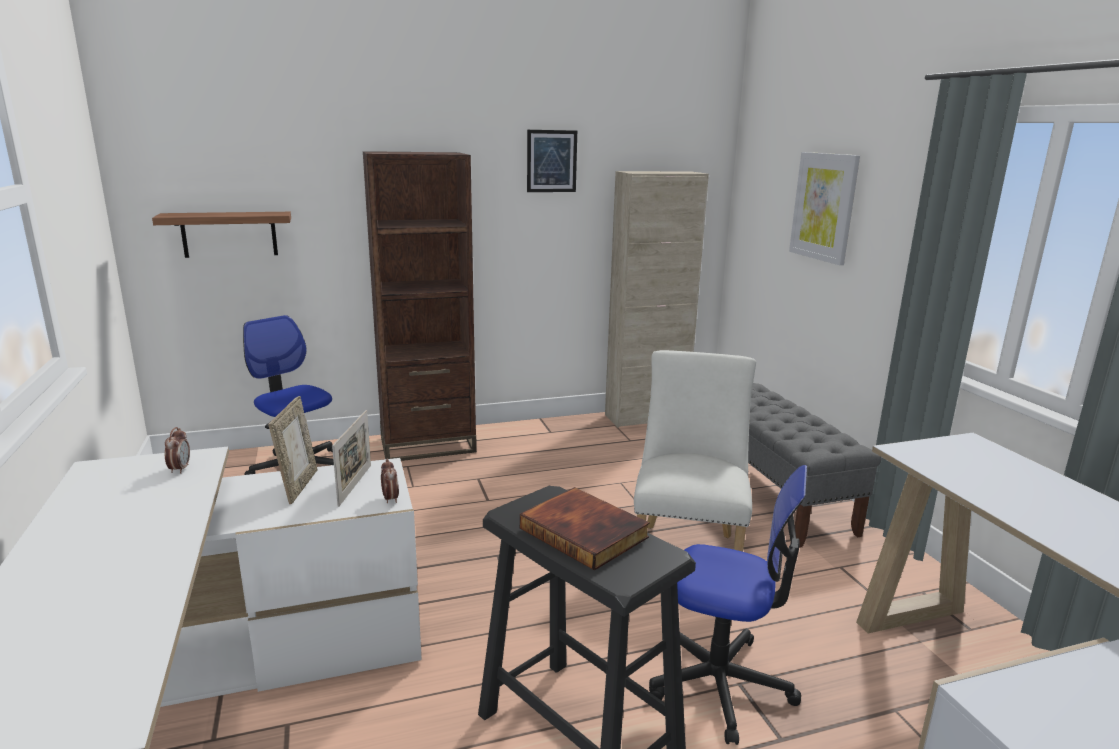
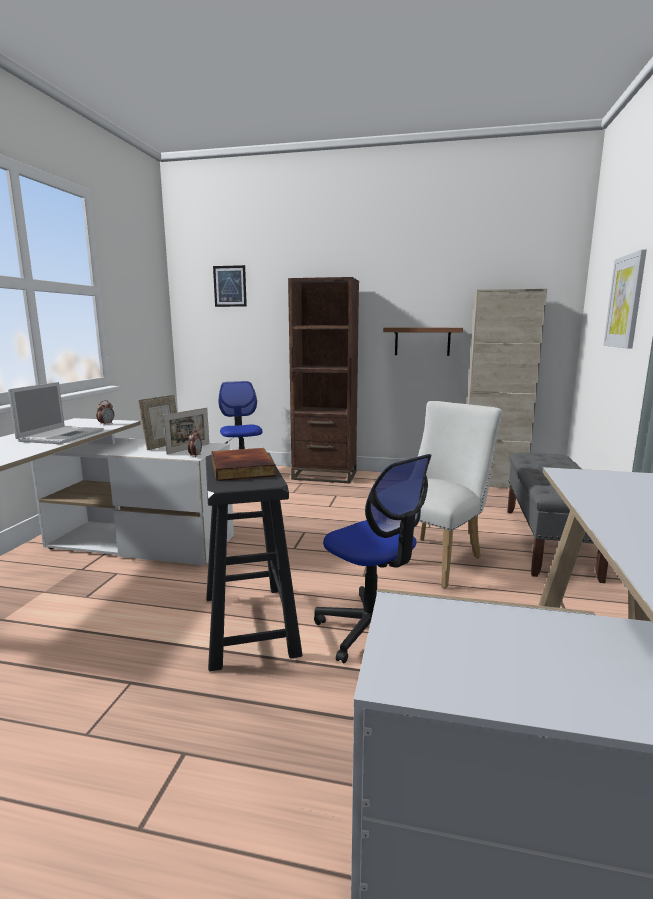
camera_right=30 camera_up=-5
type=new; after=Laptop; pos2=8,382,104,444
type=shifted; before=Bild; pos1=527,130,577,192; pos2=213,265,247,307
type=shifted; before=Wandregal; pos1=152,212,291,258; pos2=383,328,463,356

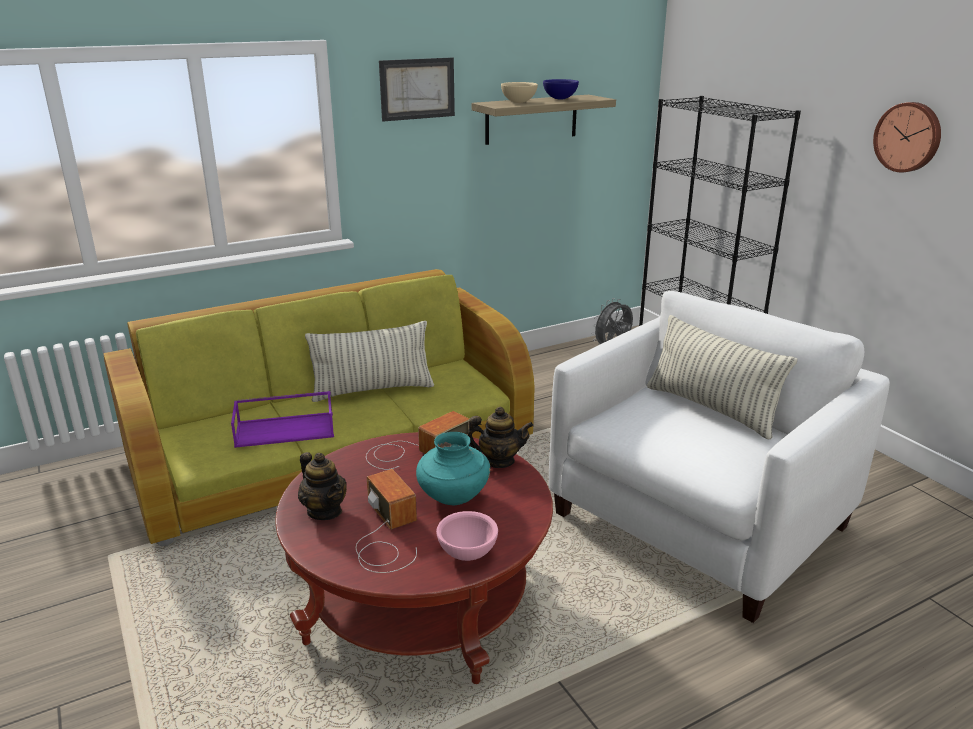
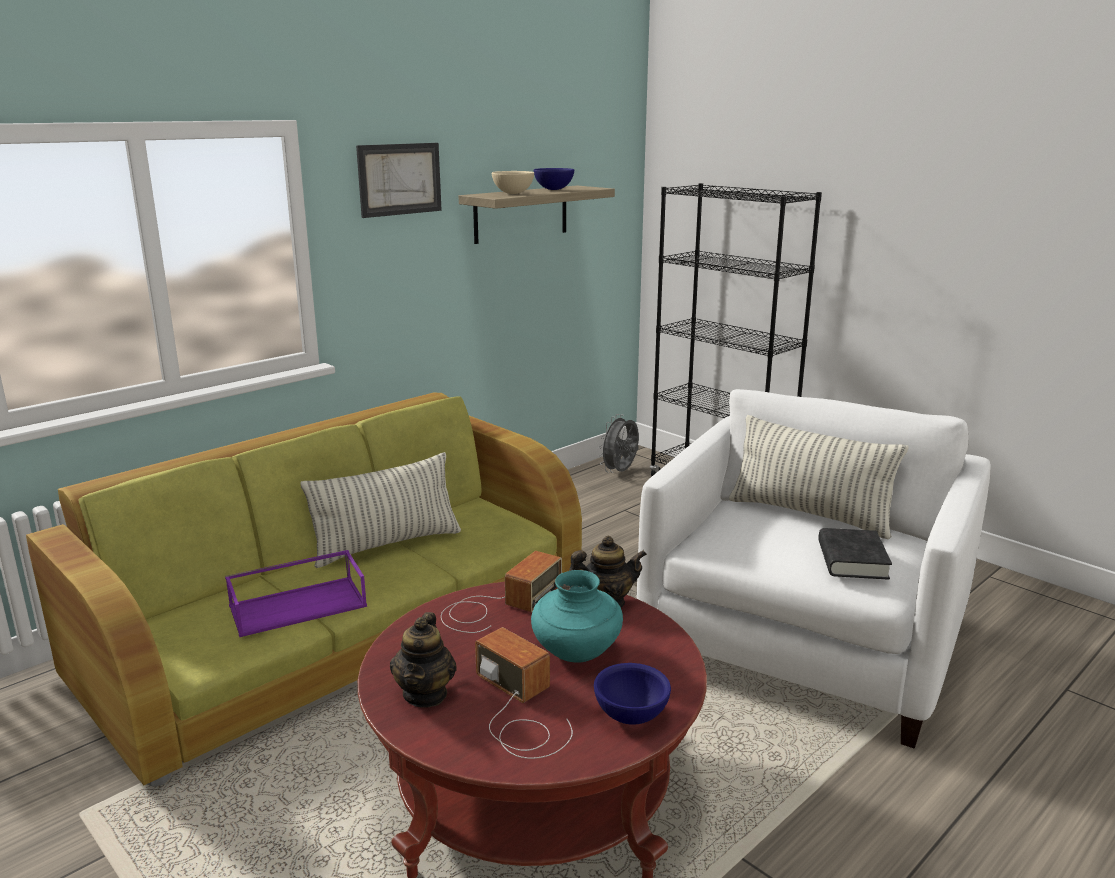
camera_right=-15 camera_up=-5
type=rotated; before=Teekanne; pos1=298,452,347,520; pos2=390,612,457,708; turn=60
type=repainted; before=Schüssel/rosa; after=Schüssel/blau; pos1=436,511,498,561; pos2=594,663,671,725
type=new; after=Buch/schwarz; pos2=818,528,892,580
type=gone; before=Wanduhr; pos1=873,102,941,172

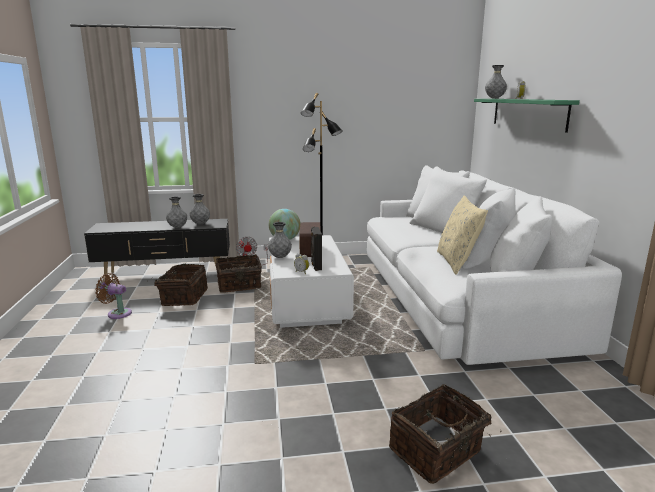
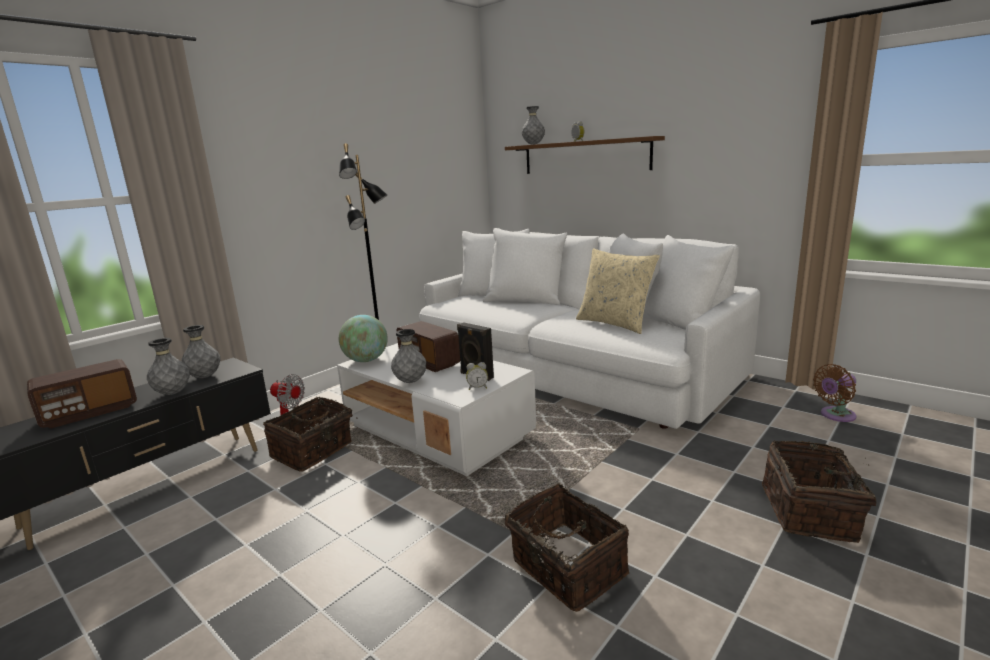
camera_right=-40 camera_up=0
type=new; after=Radio; pos2=27,359,137,428
type=repainted; before=Wandregal/grün; after=Wandregal/braun; pos1=474,99,580,133; pos2=505,136,665,174
type=shifted; before=Korb; pos1=147,263,208,306; pos2=505,483,629,612
type=shifted; before=Ventilator/braun; pos1=95,273,132,319; pos2=813,364,856,422

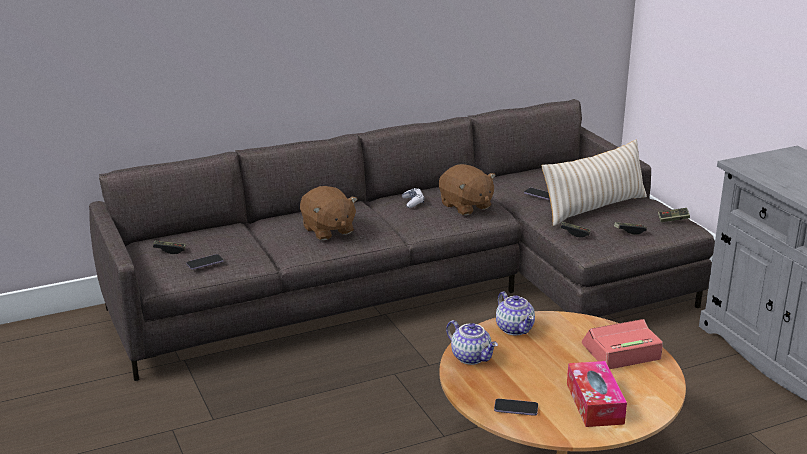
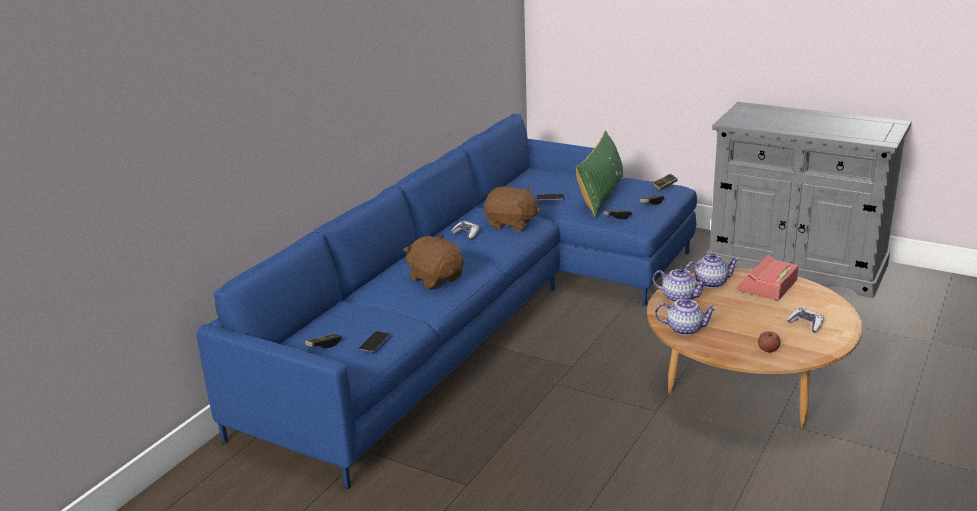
camera_right=-35 camera_up=0
type=repainted; before=Sofa/grau; after=Sofa/blau; pos1=89,99,715,381; pos2=196,114,697,489
type=rotated; before=Plüschtier/braun; pos1=300,186,357,240; pos2=404,235,463,289; turn=-150
type=repainted; before=Kissen/beige; after=Kissen/grün; pos1=542,140,647,226; pos2=576,131,623,217
type=new; after=Teekanne; pos2=685,253,739,288
type=swapped; before=Handy; after=Apfel; pos1=494,399,538,416; pos2=758,331,780,352
type=swapped; before=Taschentuchbox; after=Gamepad; pos1=567,361,627,427; pos2=787,308,824,333

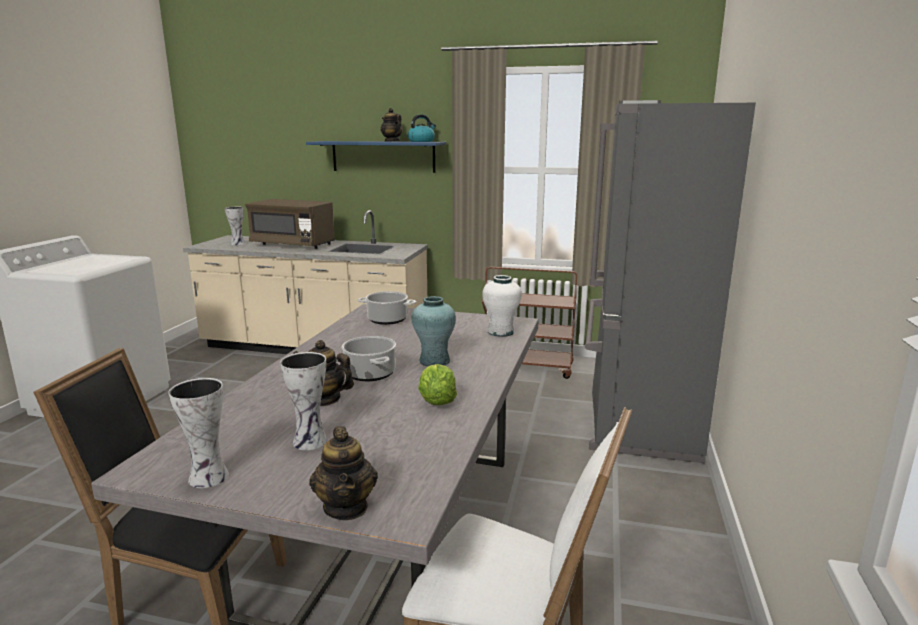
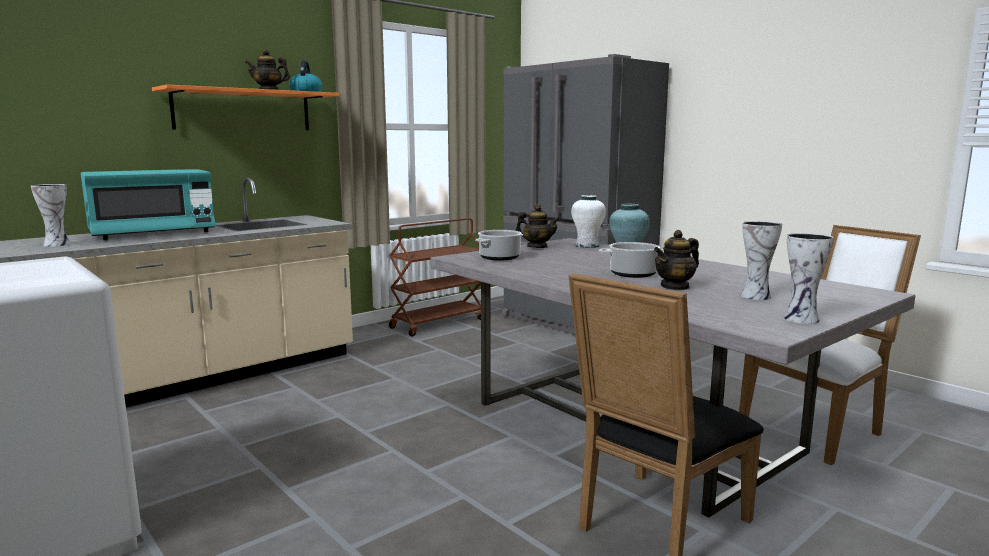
camera_right=-55 camera_up=-5
type=repainted; before=Mikrowelle/braun; after=Mikrowelle/türkis; pos1=245,199,335,249; pos2=81,169,216,240
type=repainted; before=Wandregal/blau; after=Wandregal/orange; pos1=306,141,446,173; pos2=152,85,339,130
type=shifted; before=Teekanne; pos1=309,426,378,520; pos2=515,205,560,248
type=gone; before=Salatkopf; pos1=418,364,457,405

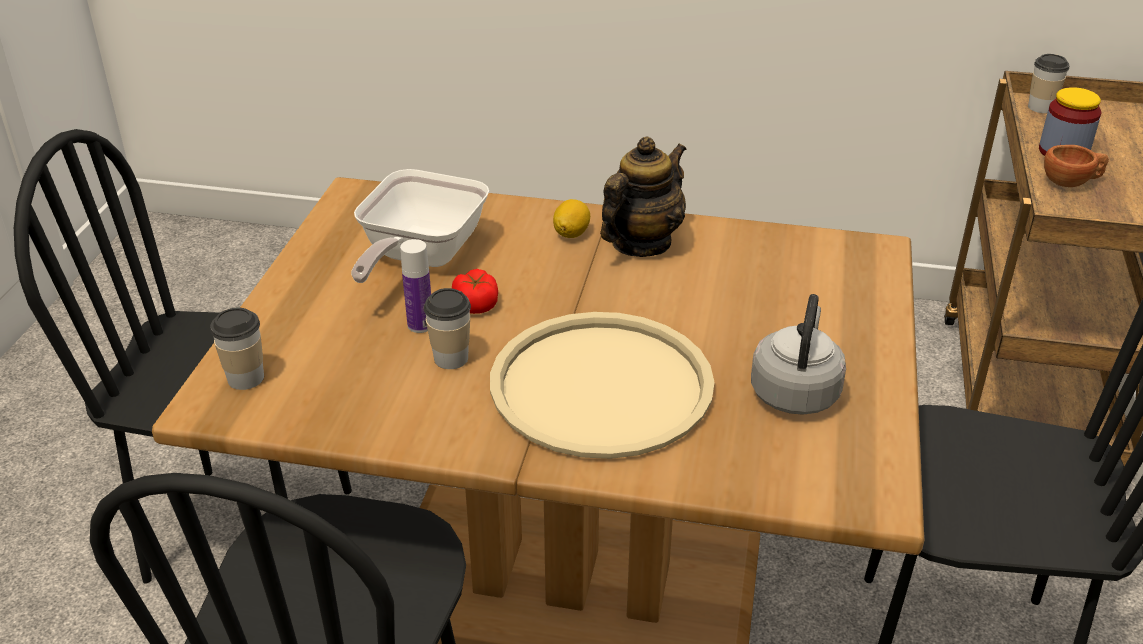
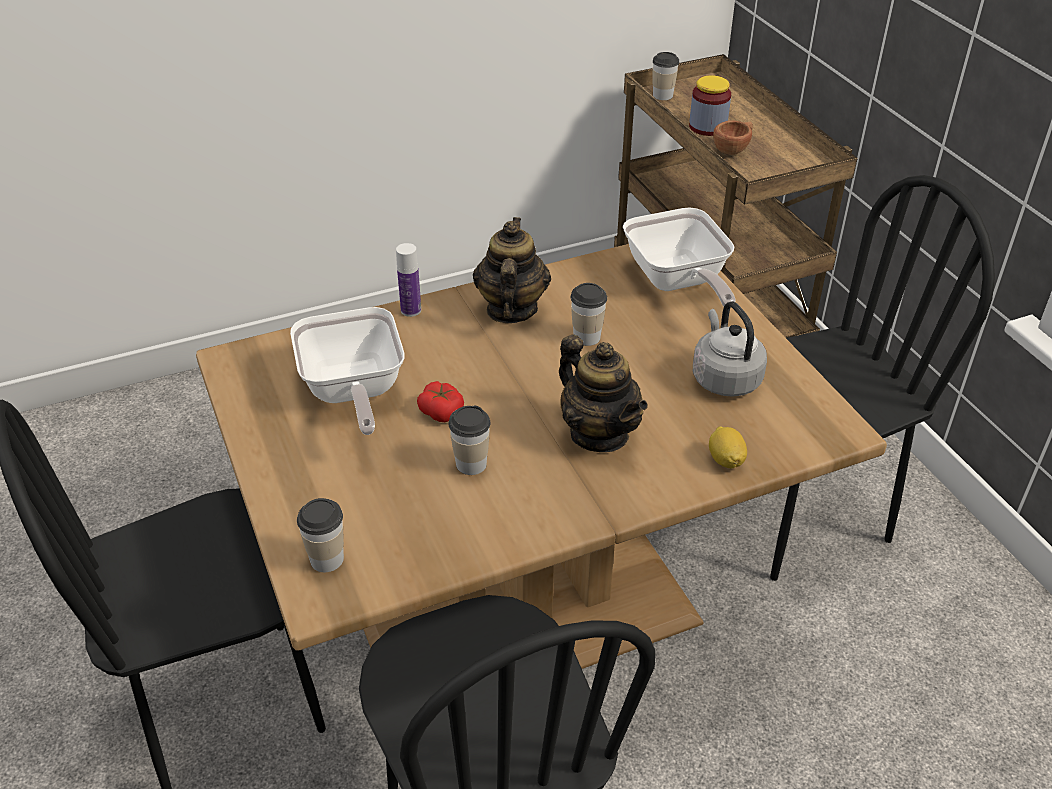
camera_right=-35 camera_up=5
type=shifted; before=Flasche; pos1=400,239,431,333; pos2=396,243,421,317
type=swapped; before=Tablett/beige; after=Teekanne; pos1=490,312,715,459; pos2=559,335,648,452
type=new; after=Tasse; pos2=571,283,607,346
type=new; after=Pfanne; pos2=623,207,735,306
type=shifted; before=Zitrone; pos1=553,199,590,238; pos2=709,426,747,468

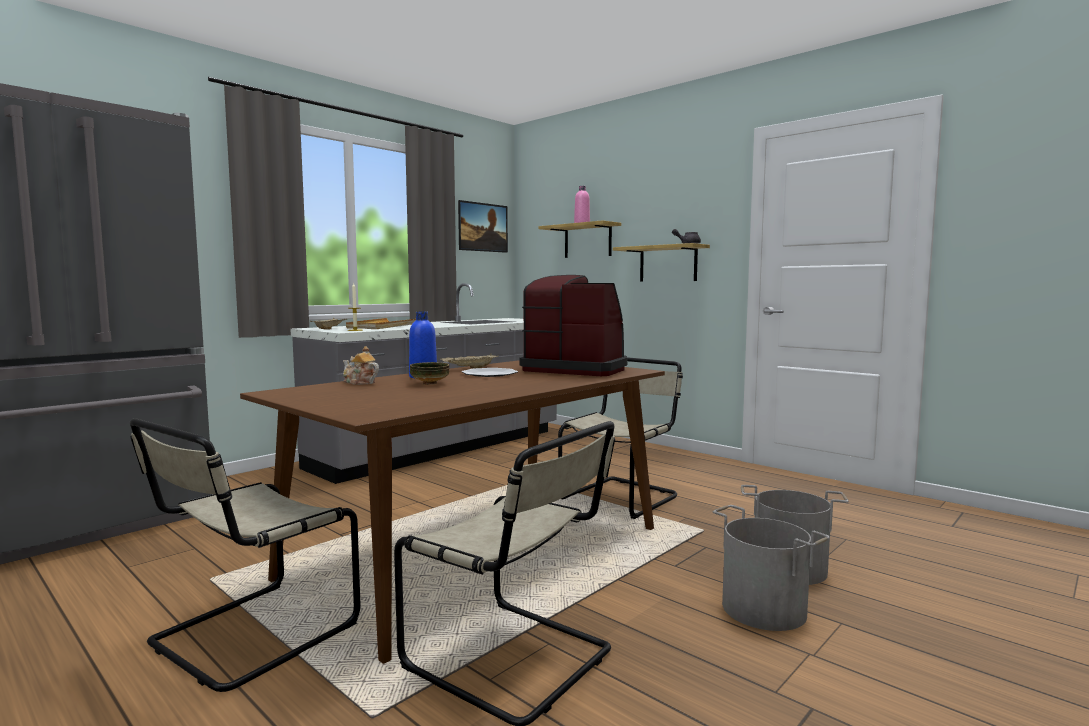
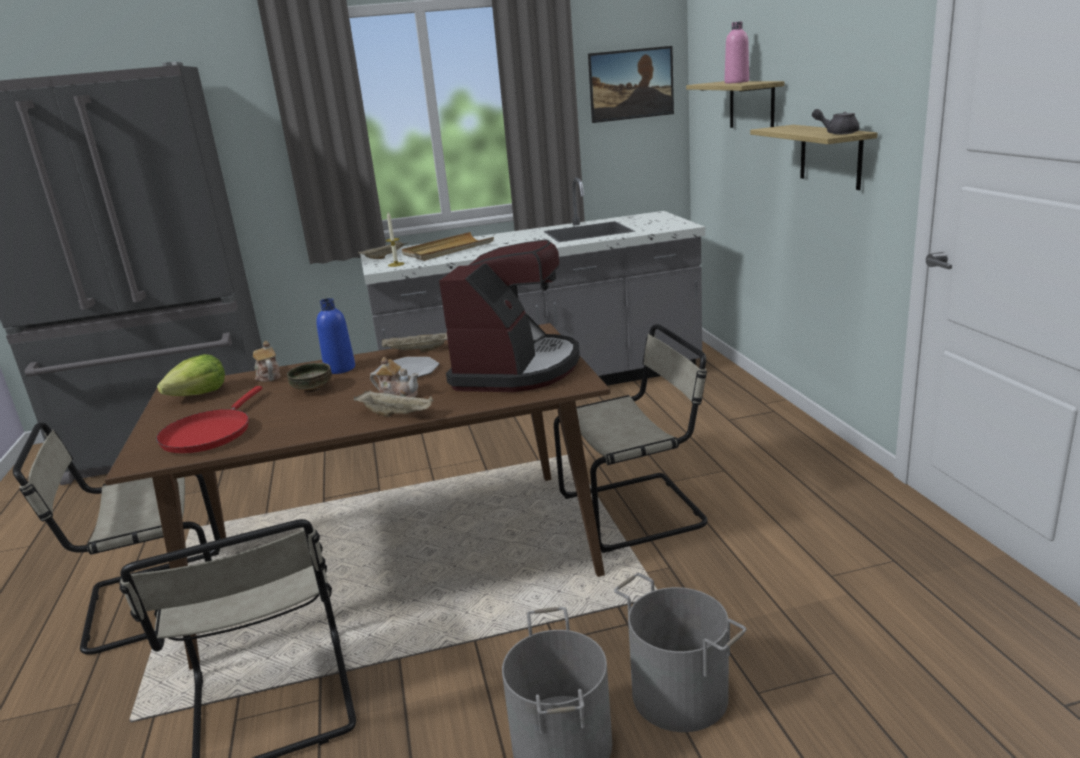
camera_right=35 camera_up=15
type=new; after=Pfanne/rot; pos2=156,386,262,453
type=new; after=Salatkopf; pos2=157,354,225,396
type=new; after=Tablett/beige; pos2=354,390,433,417
type=new; after=Teekanne; pos2=370,357,418,397
type=rotated; before=Kaffeemaschine; pos1=519,275,627,376; pos2=439,240,580,392; turn=45

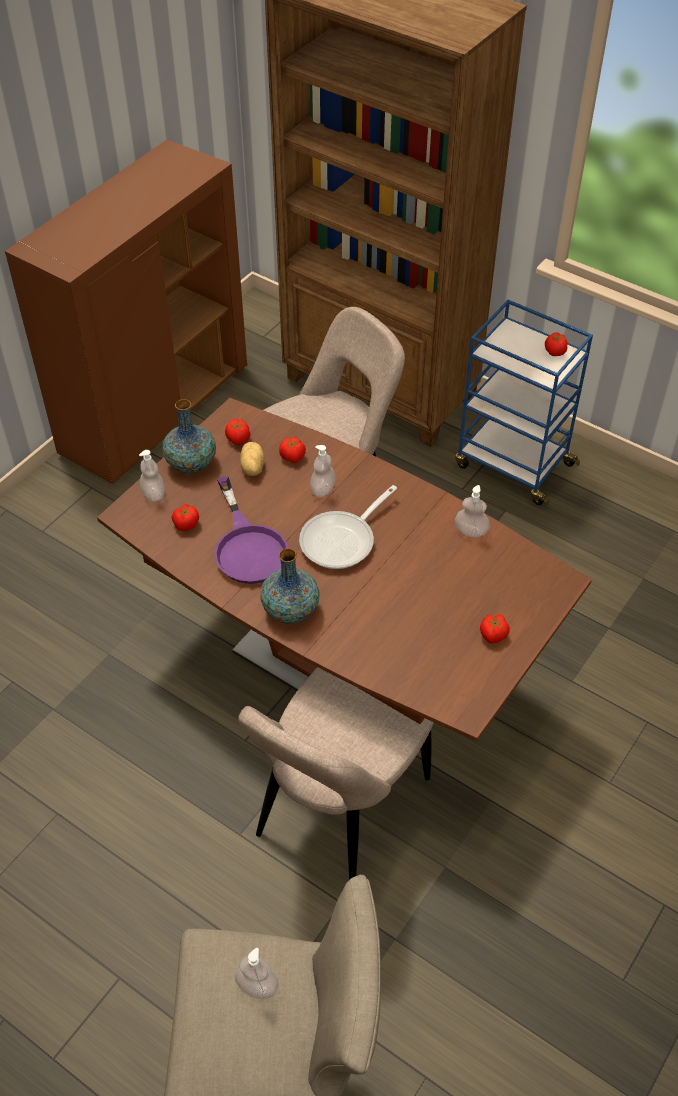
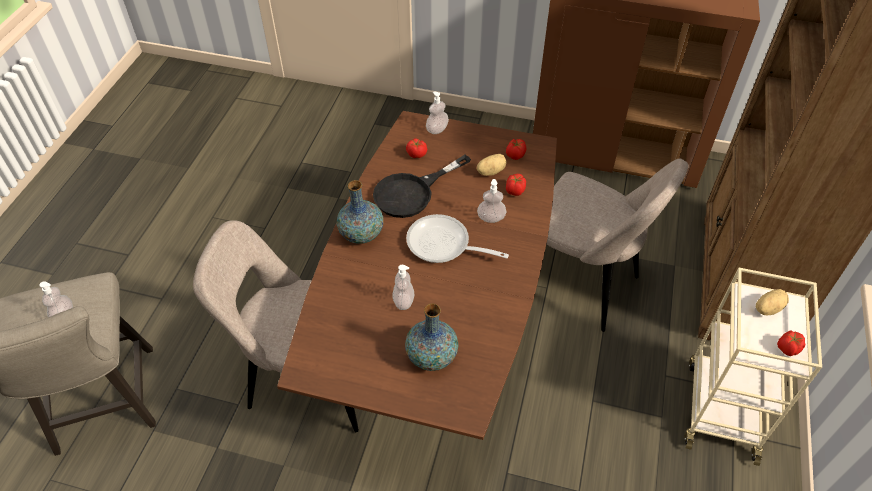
camera_right=70 camera_up=0
type=repainted; before=Pfanne/lila; after=Pfanne/schwarz; pos1=215,476,288,584; pos2=373,154,471,218
type=shifted; before=Seifenspender; pos1=455,485,490,537; pos2=392,265,414,310
type=shifted; before=Vase; pos1=163,399,216,473; pos2=405,303,459,371
type=repainted; before=Rollwagen/blau; after=Rollwagen/beige; pos1=455,300,593,505; pos2=684,268,822,466
type=new; after=Kartoffel; pos2=756,289,789,315
type=gone; before=Tomate; pos1=480,614,510,643

